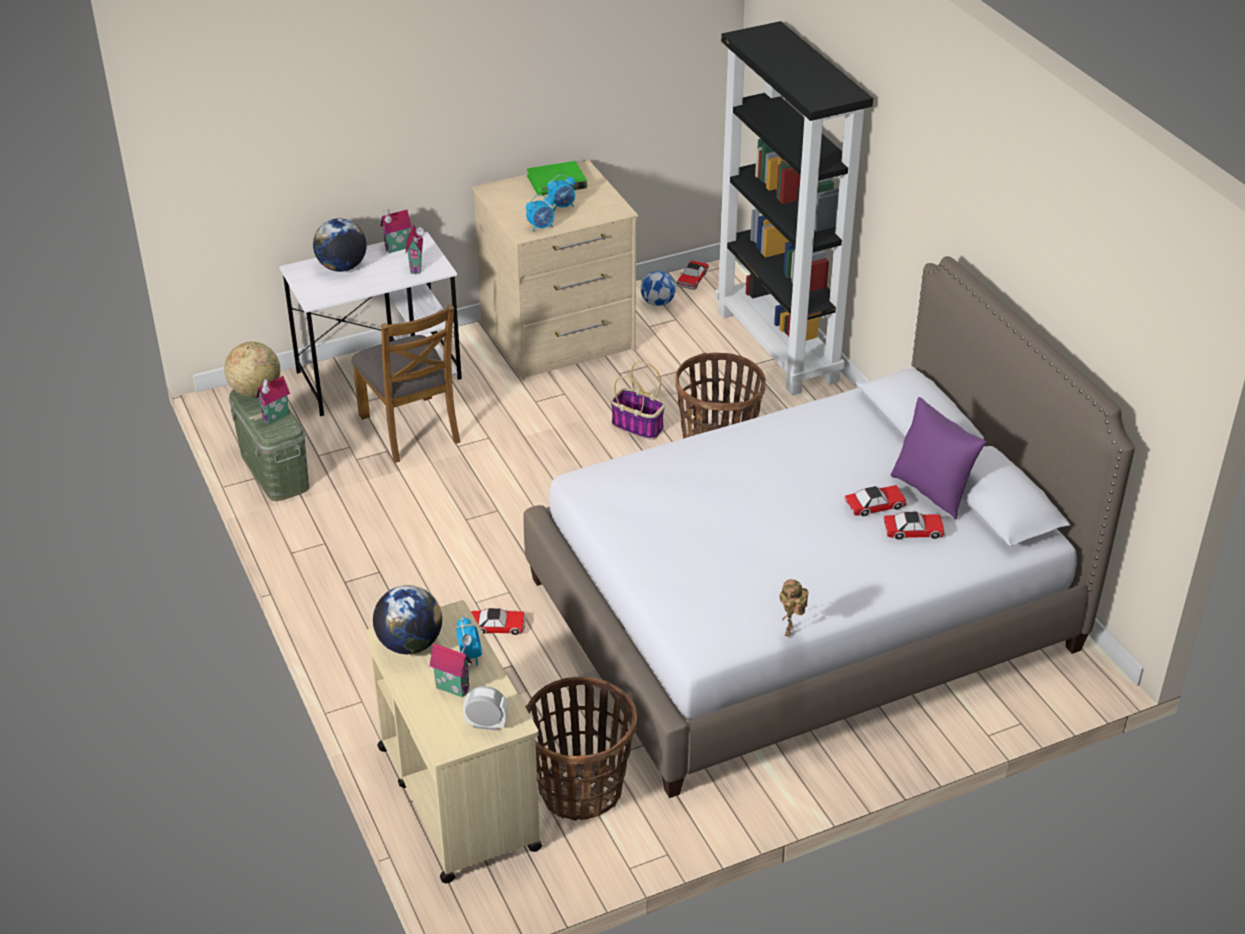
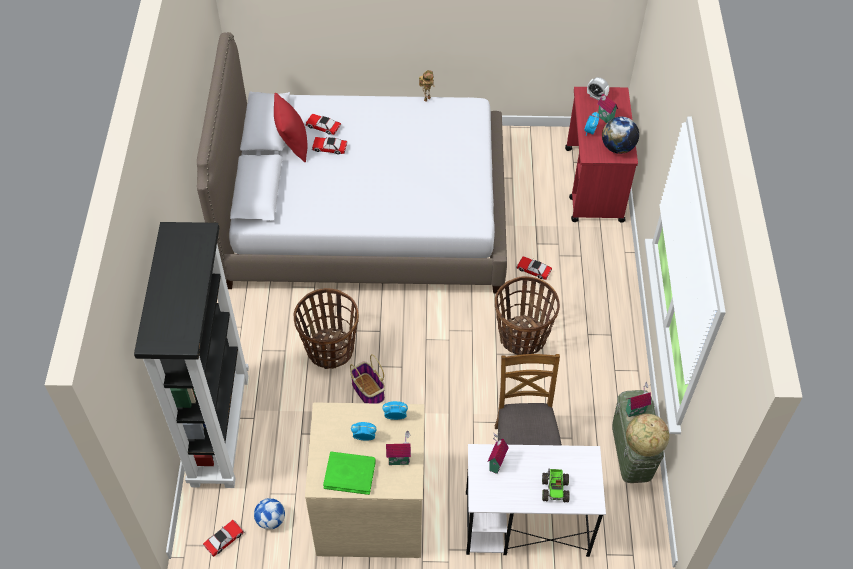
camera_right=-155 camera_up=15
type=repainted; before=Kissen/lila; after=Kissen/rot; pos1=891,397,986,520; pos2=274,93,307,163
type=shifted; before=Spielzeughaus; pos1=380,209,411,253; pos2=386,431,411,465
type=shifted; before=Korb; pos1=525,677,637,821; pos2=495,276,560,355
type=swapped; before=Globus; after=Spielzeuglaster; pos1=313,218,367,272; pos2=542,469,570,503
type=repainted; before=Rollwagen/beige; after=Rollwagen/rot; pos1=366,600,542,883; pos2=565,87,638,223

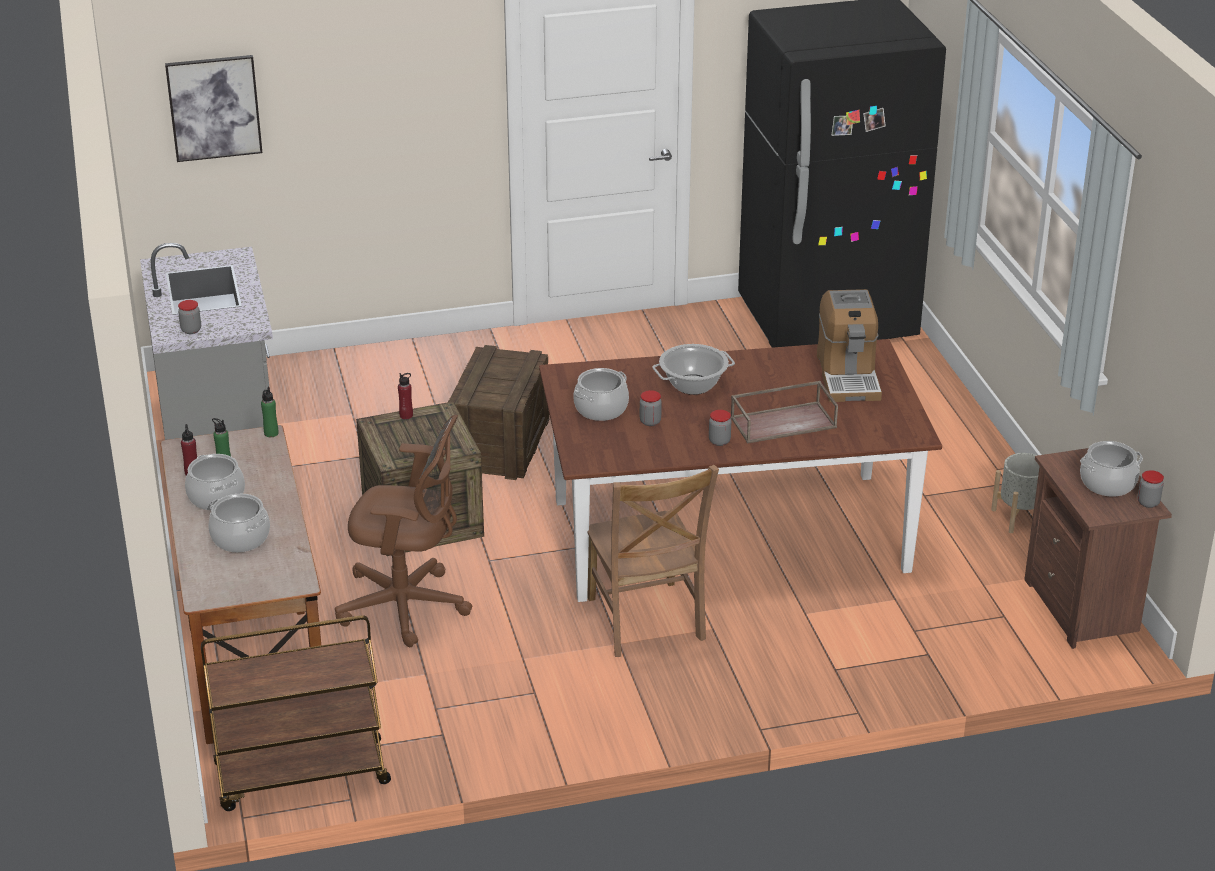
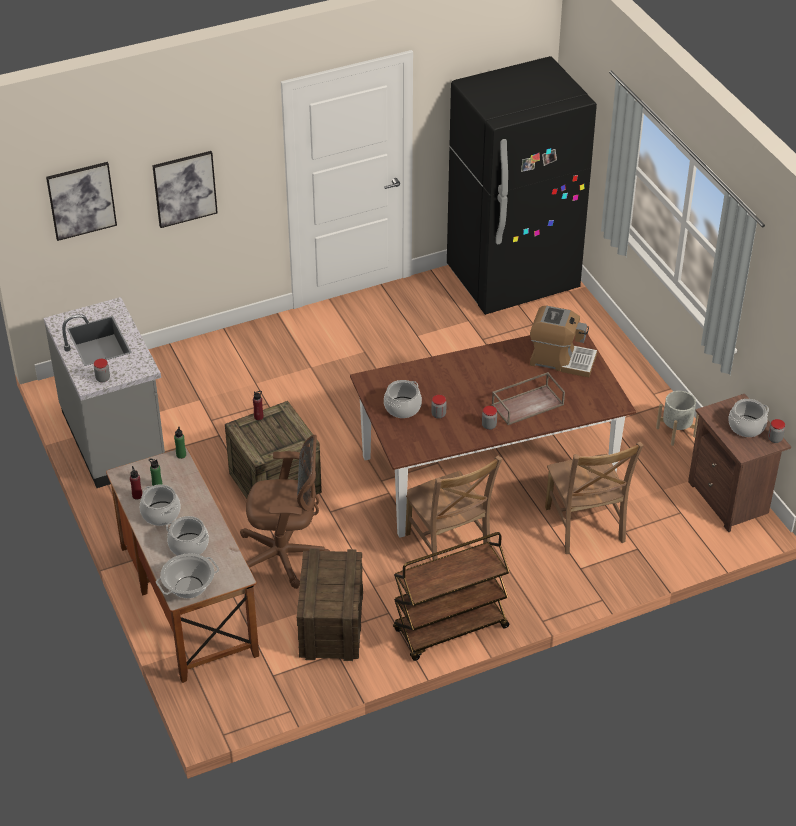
camera_right=-10 camera_up=10
type=new; after=Bild; pos2=152,151,218,228
type=shifted; before=Kochtopf; pos1=652,344,735,395; pos2=156,553,219,598
type=shifted; before=Kiste; pos1=448,345,550,480; pos2=297,548,363,661
type=shifted; before=Rollwagen/braun; pos1=201,615,391,811; pos2=393,532,509,661
type=rotated; before=Kaffeemaschine; pos1=817,289,882,402; pos2=530,306,597,377; turn=-60
type=new; after=Stuhl/braun; pos2=545,442,644,554

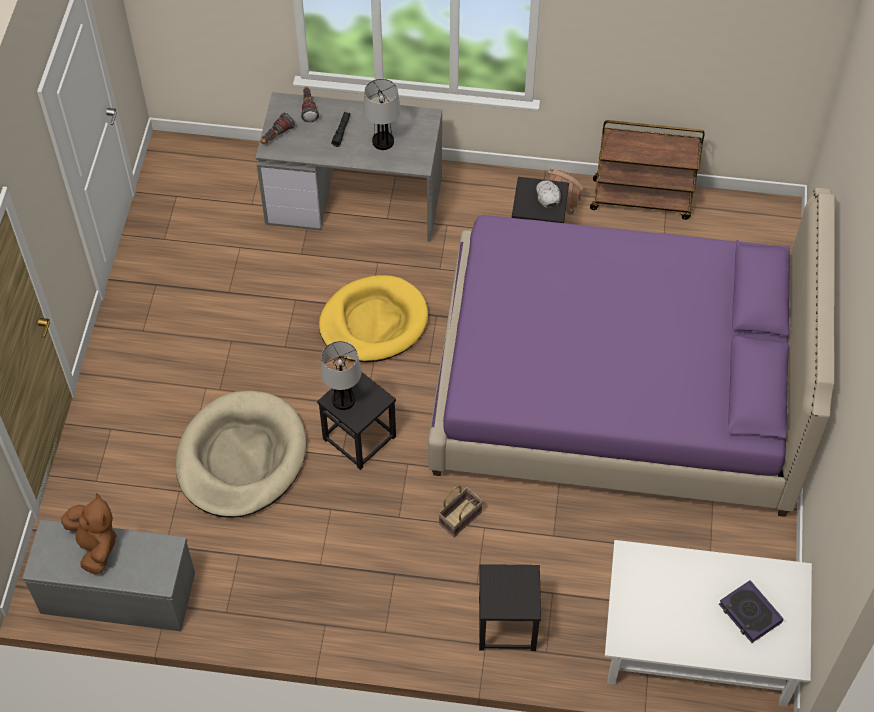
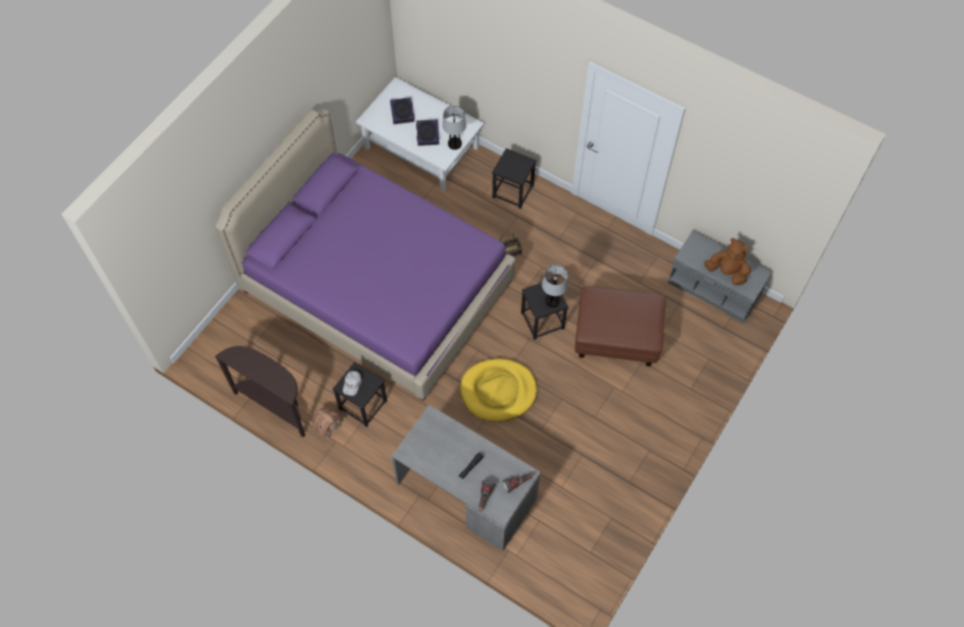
camera_right=-155 camera_up=5
type=swapped; before=Rollwagen/braun; after=Konsolentisch/braun; pos1=590,120,705,220; pos2=215,346,305,438
type=new; after=Buch; pos2=416,119,439,146
type=shifted; before=Tischlampe; pos1=363,79,401,150; pos2=442,106,466,150
type=swapped; before=Hundebett/beige; after=Polsterhocker/braun; pos1=176,391,307,518; pos2=575,286,666,366
type=rotated; before=Plüschtier/braun; pos1=61,493,117,574; pos2=704,238,751,285; turn=120

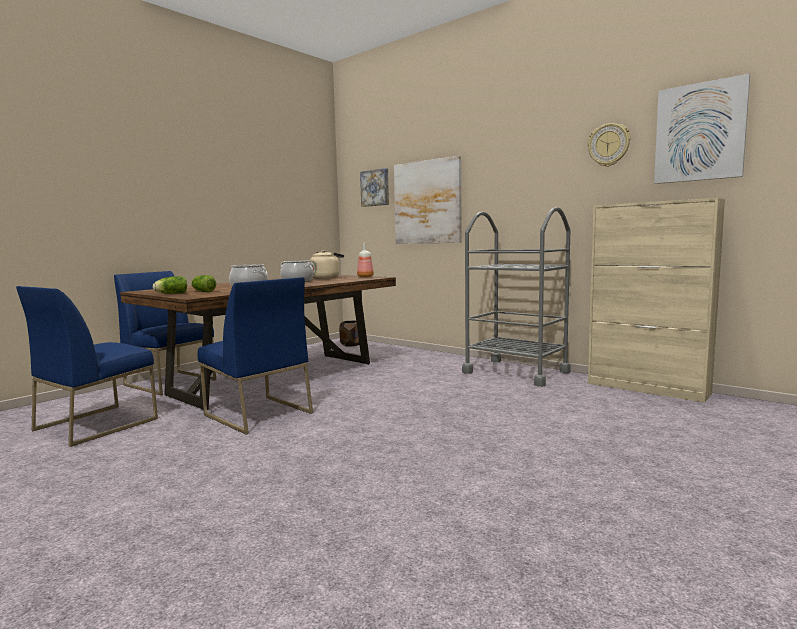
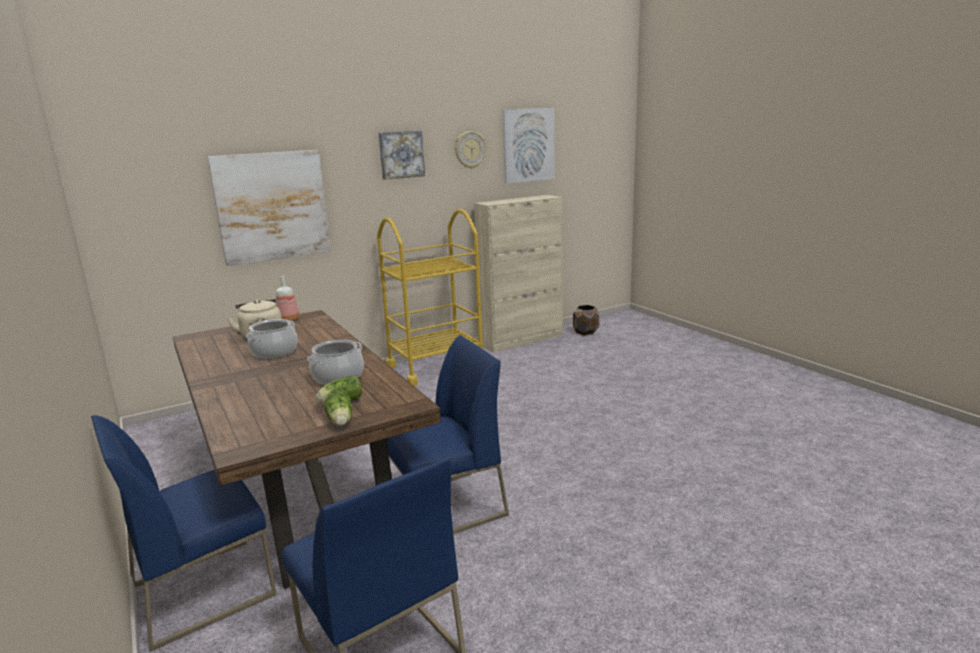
camera_right=-70 camera_up=10
type=repainted; before=Rollwagen/grau; after=Rollwagen/gelb; pos1=462,207,571,387; pos2=377,209,483,386
type=shifted; before=Bild; pos1=360,168,389,207; pos2=378,131,425,180
type=shifted; before=Pflanzkübel/braun; pos1=339,321,359,346; pos2=573,305,599,335

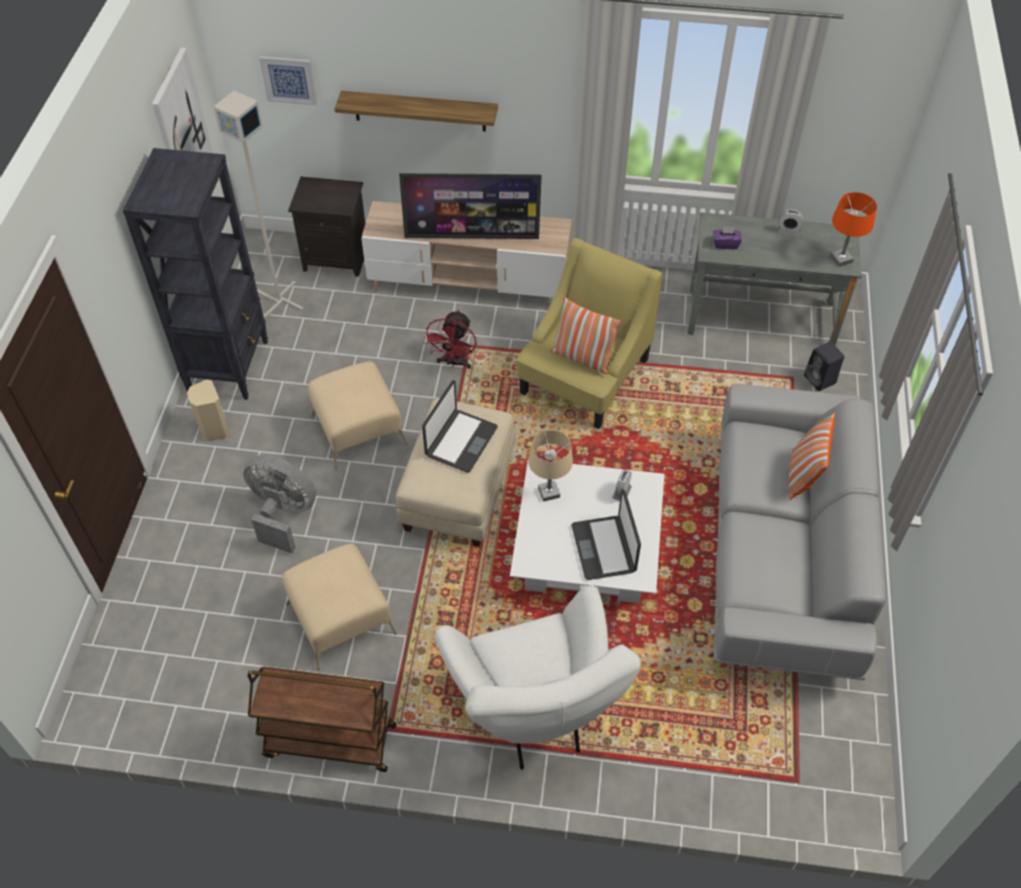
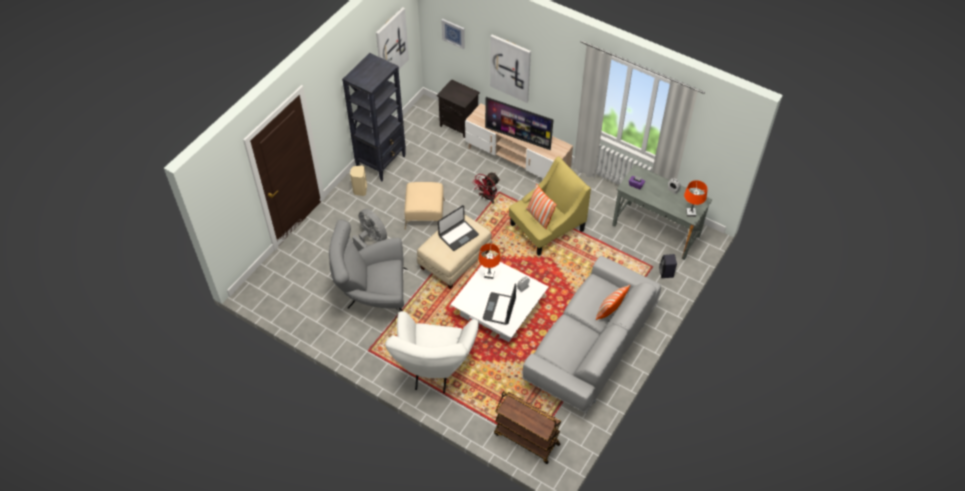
camera_right=25 camera_up=0
type=swapped; before=Polsterhocker/beige; after=Sessel/grau; pos1=282,543,397,671; pos2=329,219,407,311
type=repainted; before=Tischlampe/beige; after=Tischlampe/orange; pos1=528,430,573,502; pos2=479,243,501,279
type=swapped; before=Wandregal; after=Bild; pos1=335,91,498,131; pos2=490,34,531,103
type=shifted; before=Rollwagen/braun; pos1=248,667,396,772; pos2=494,391,561,464
type=gone; before=Stehlampe/grau; pos1=213,91,304,319

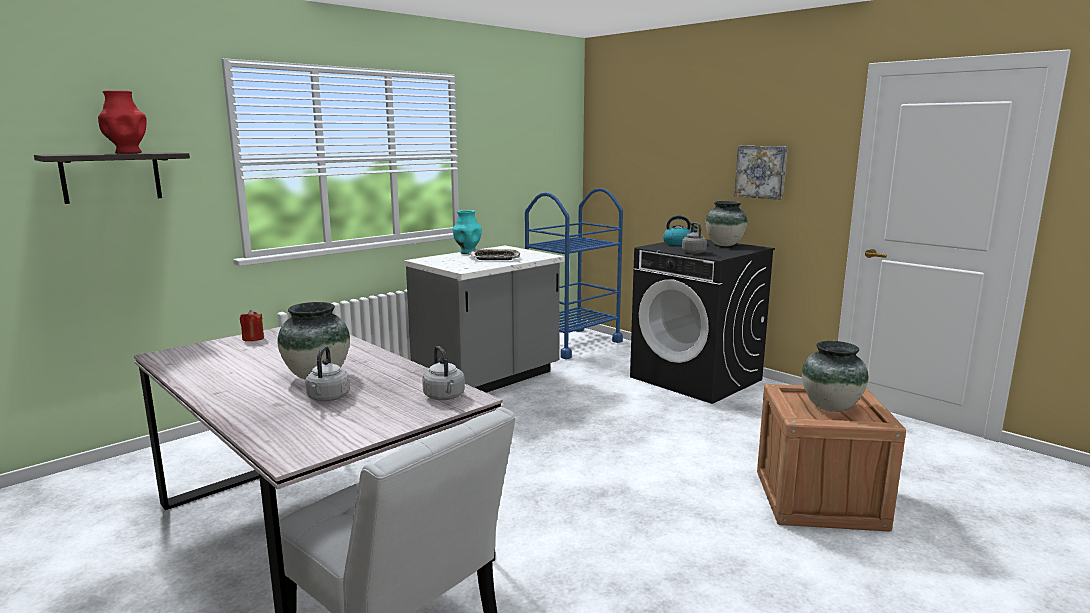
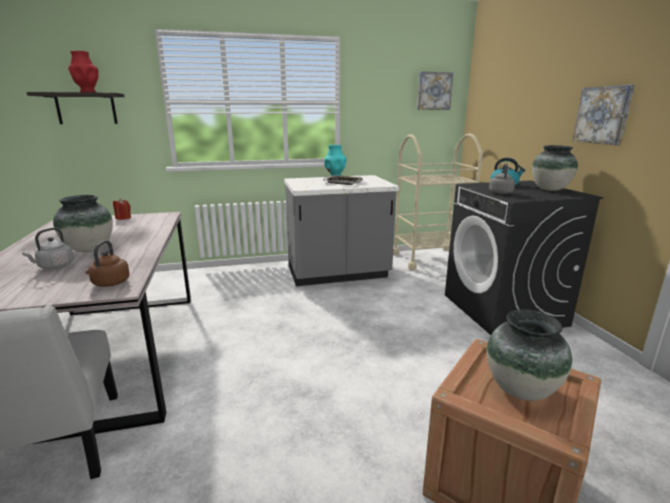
camera_right=30 camera_up=5
type=repainted; before=Wasserkessel/grau; after=Wasserkessel/braun; pos1=422,346,465,400; pos2=86,240,130,287
type=repainted; before=Rollwagen/blau; after=Rollwagen/beige; pos1=525,188,623,359; pos2=393,133,483,270
type=new; after=Bild; pos2=417,72,453,110

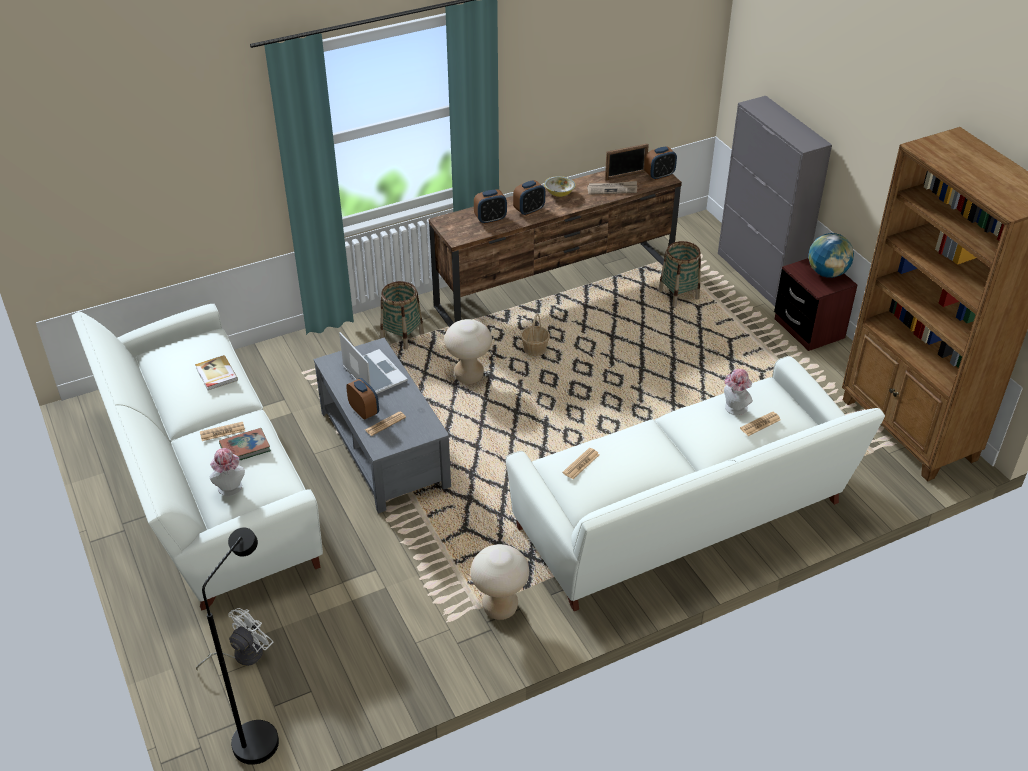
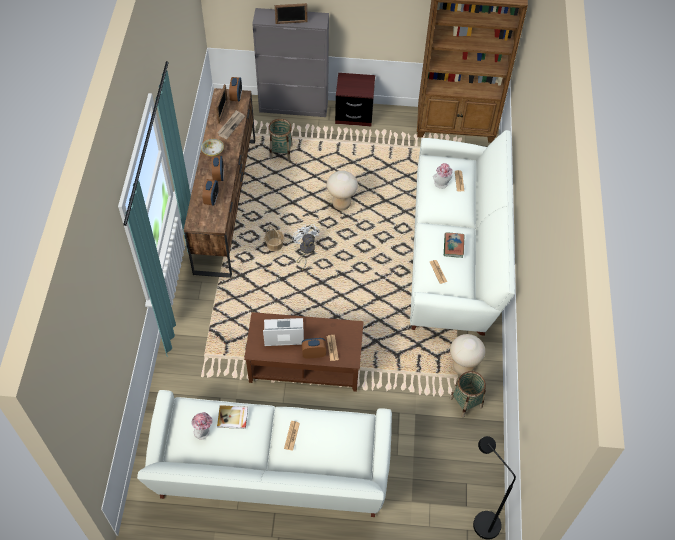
camera_right=-60 camera_up=15
type=shifted; before=Hut; pos1=210,448,245,496; pos2=191,412,213,439
type=repainted; before=Couchtisch/grau; after=Couchtisch/braun; pos1=314,338,451,514; pos2=244,312,364,392
type=new; after=Bilderrahmen; pos2=275,3,307,24
type=shifted; before=Ventilator/weiß; pos1=196,608,273,670; pos2=293,224,319,270
type=shifted; before=Hocker/beige; pos1=444,319,492,384; pos2=327,171,358,210
type=shifted; before=Buch; pos1=219,428,271,461; pos2=444,232,464,258
type=shifted; before=Korb; pos1=380,281,424,350; pos2=450,371,486,418
type=gone; before=Globus; pos1=808,233,854,278

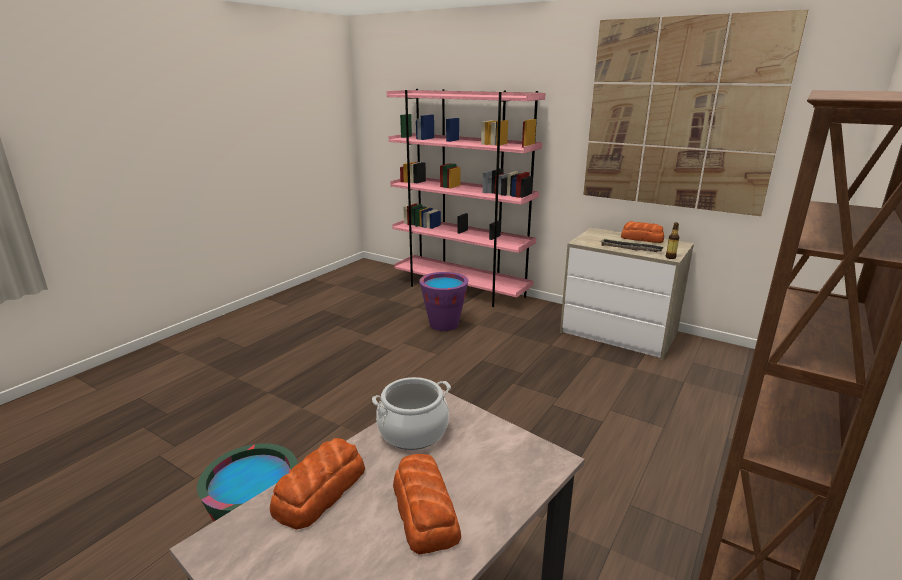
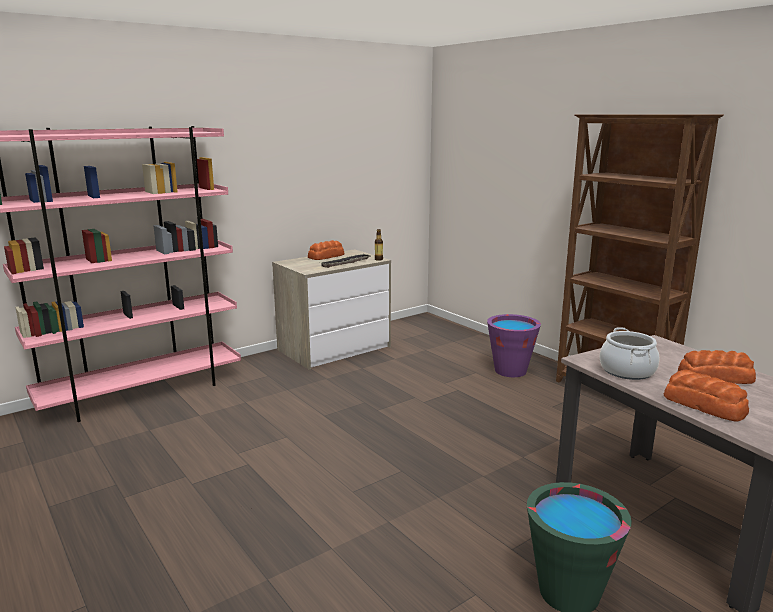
camera_right=-70 camera_up=-5
type=shifted; before=Eimer/lila; pos1=419,272,469,331; pos2=487,314,541,377
type=gone; before=Bild; pos1=583,10,808,216

